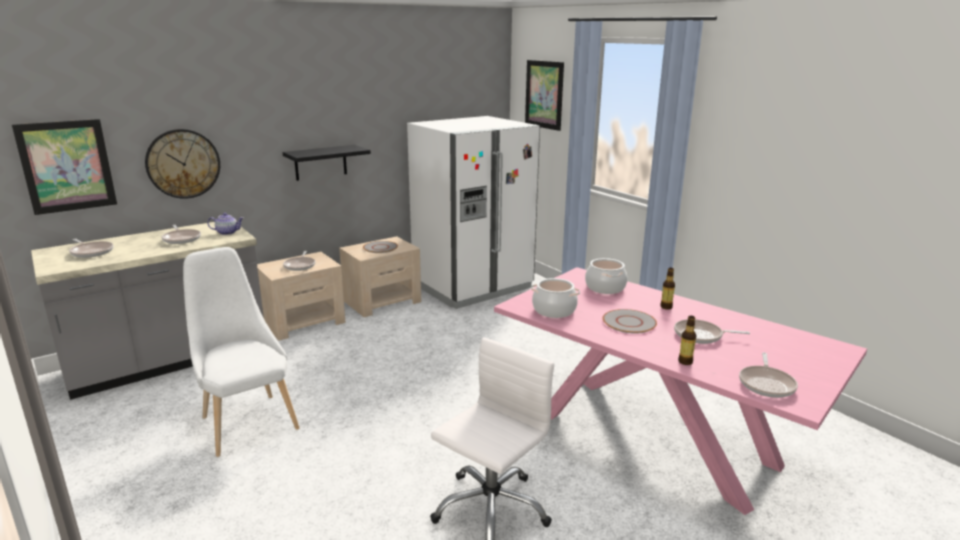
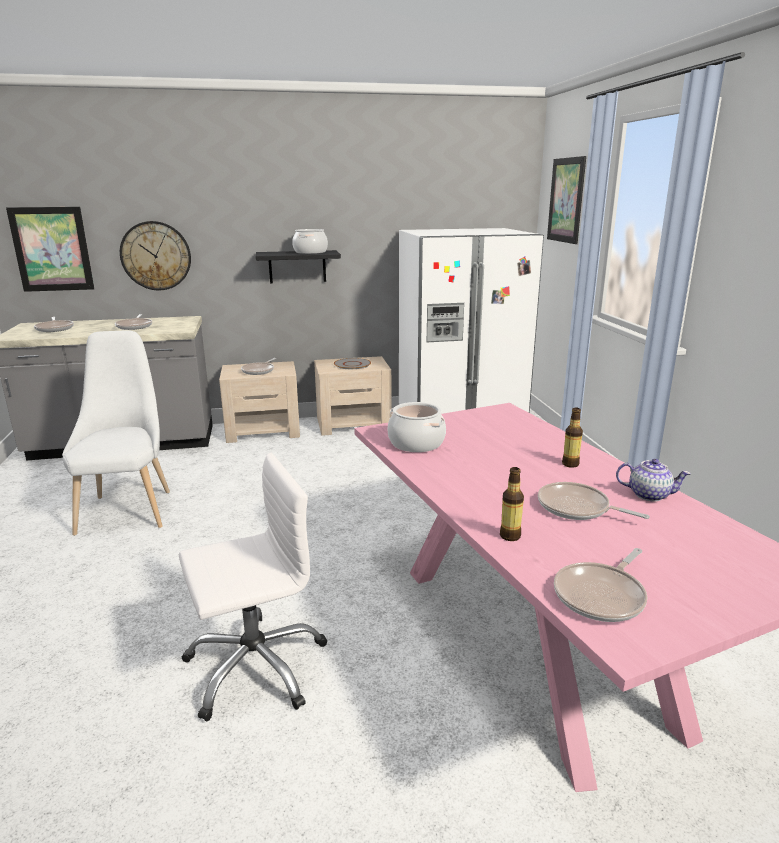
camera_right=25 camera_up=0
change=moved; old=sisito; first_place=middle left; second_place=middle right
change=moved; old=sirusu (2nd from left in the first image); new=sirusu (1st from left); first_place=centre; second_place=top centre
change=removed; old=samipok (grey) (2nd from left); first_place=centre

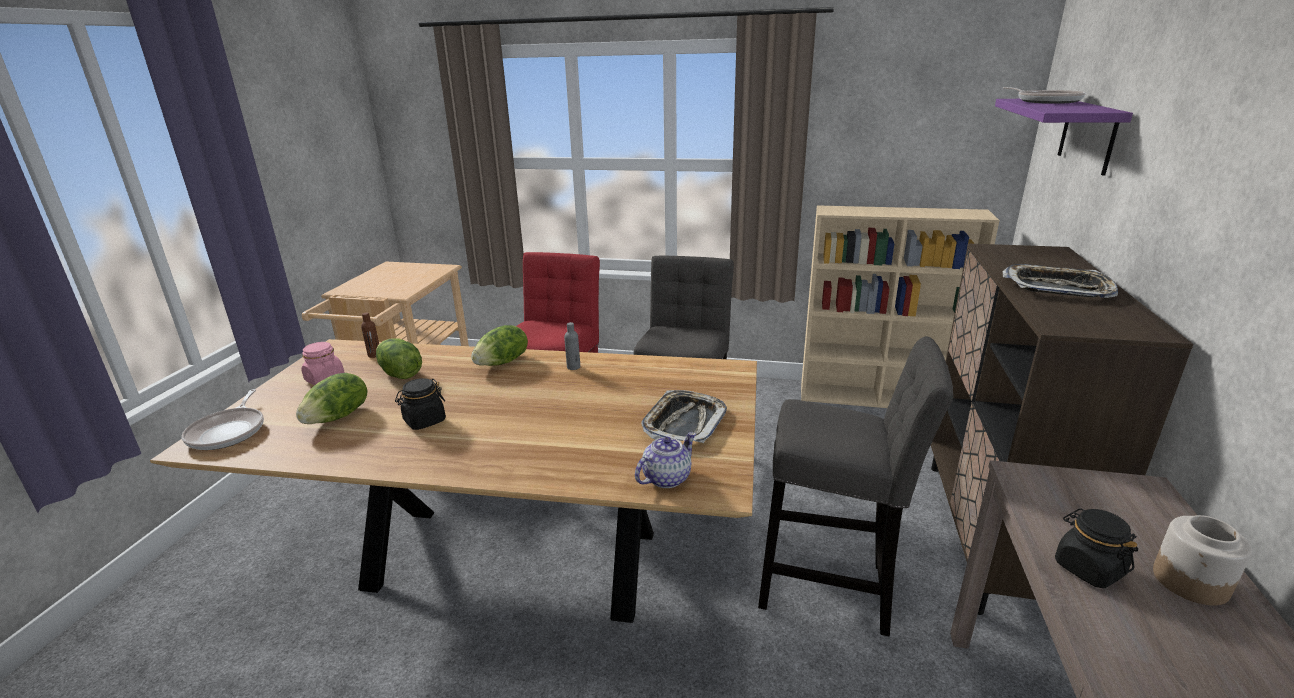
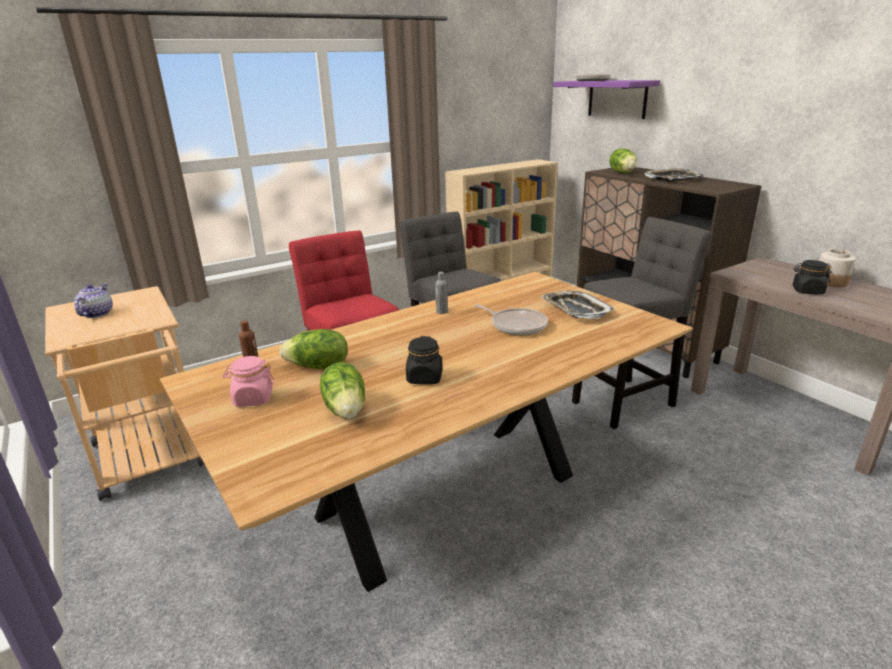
camera_right=-45 camera_up=0
change=moved; old=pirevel (1st from left); first_place=middle left; second_place=centre
change=moved; old=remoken (3rd from left); first_place=centre; second_place=top right
change=moved; old=sisito; first_place=centre; second_place=middle left

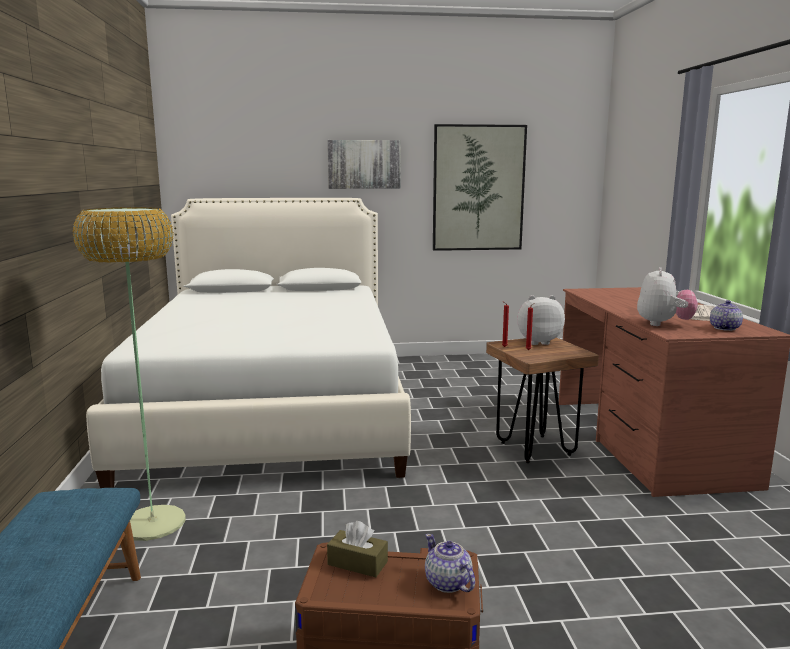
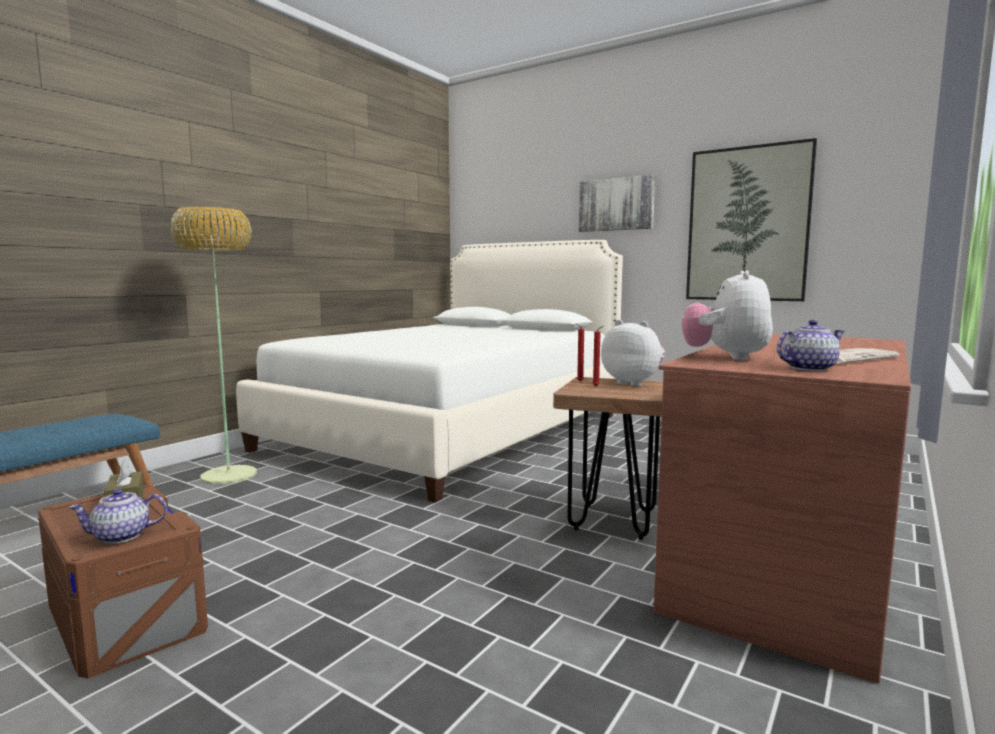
camera_right=40 camera_up=-5
change=turned; old=sisito (1st from left); first_place=bottom centre; second_place=bottom left; degrees=-120
change=turned; old=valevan (2nd from left); first_place=middle right; second_place=middle right; degrees=135

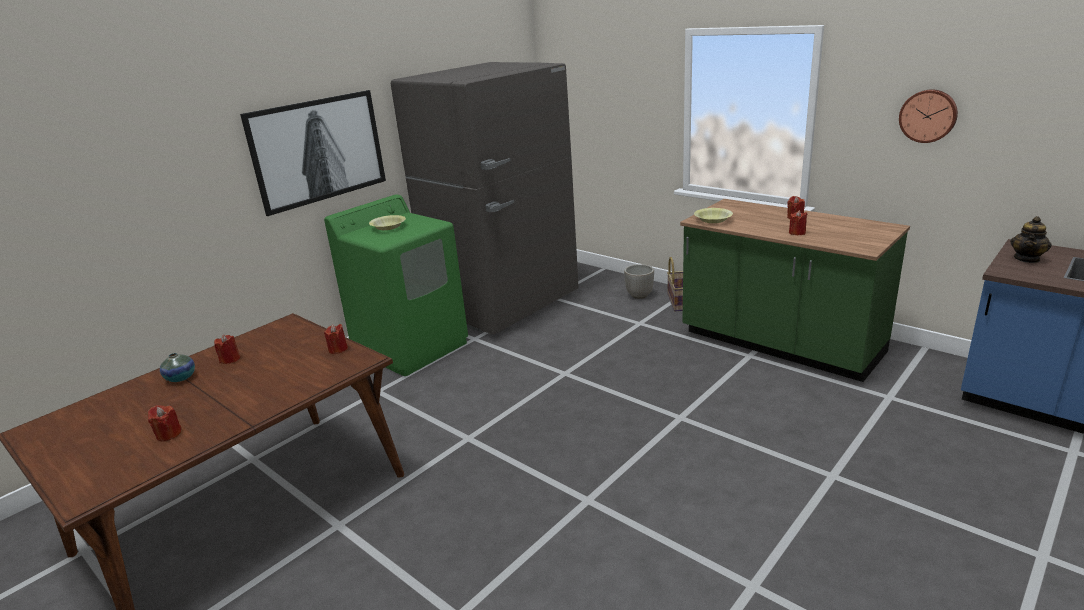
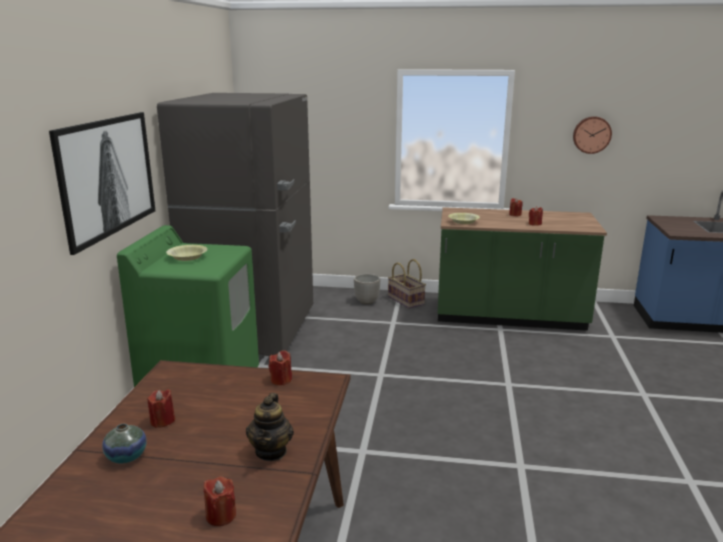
camera_right=-35 camera_up=-5
change=moved; old=sisito; first_place=middle right; second_place=bottom centre

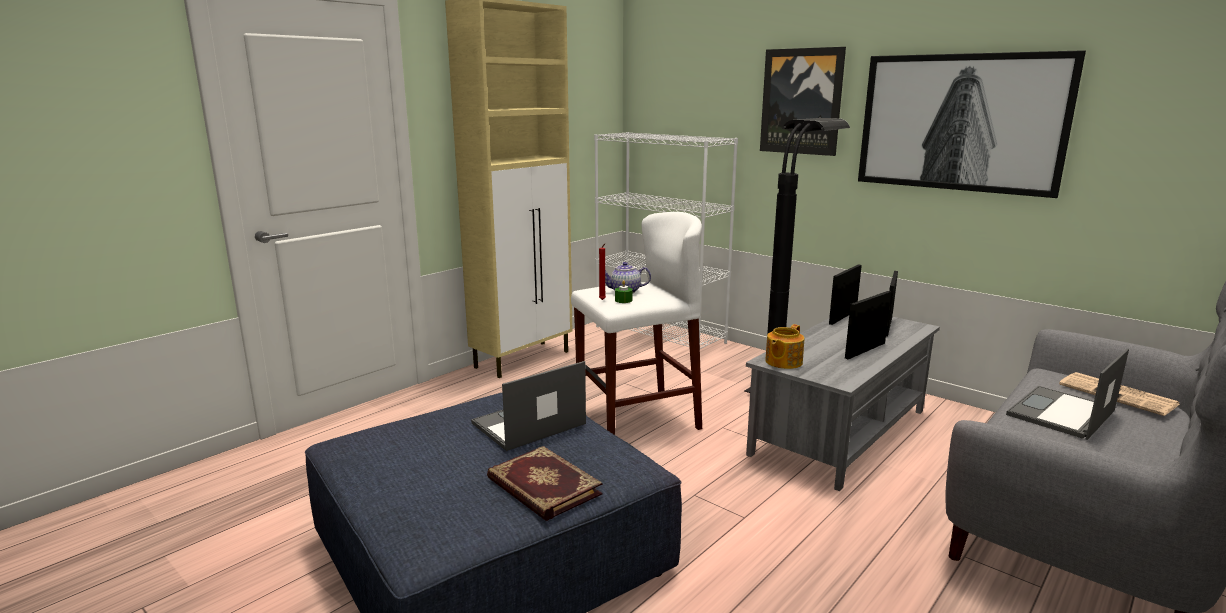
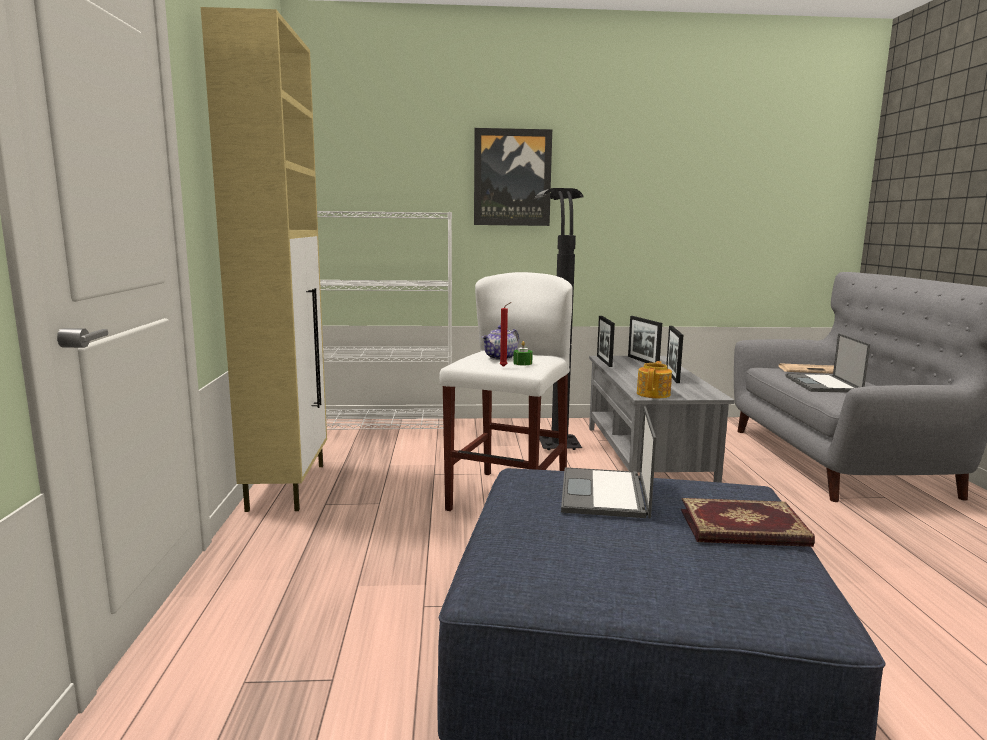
camera_right=-45 camera_up=-5
change=turned; old=sisito (2nd from left); first_place=centre; second_place=centre; degrees=-150
change=removed; old=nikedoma (2nd from left); first_place=top right

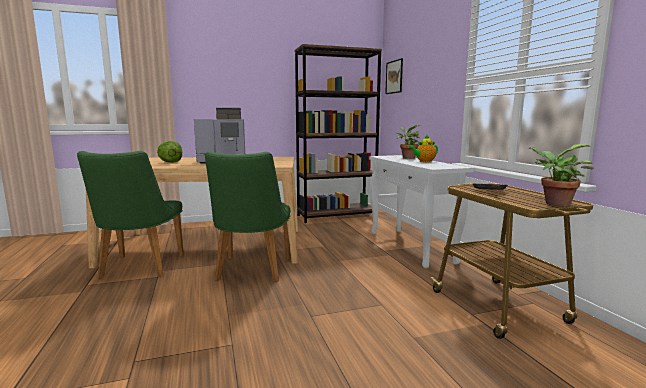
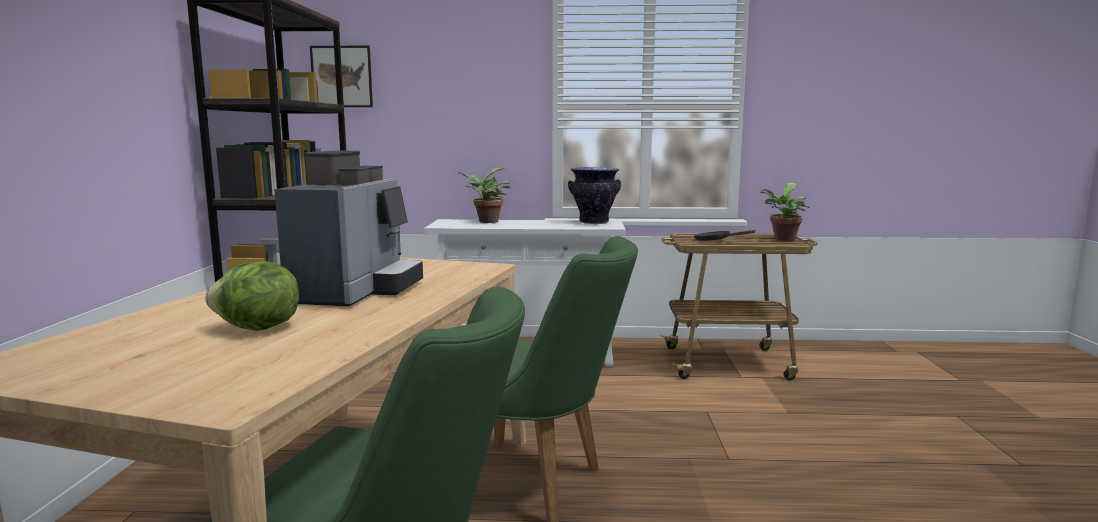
camera_right=-70 camera_up=0
change=removed; old=sisito; first_place=centre
change=added; new=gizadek; second_place=centre

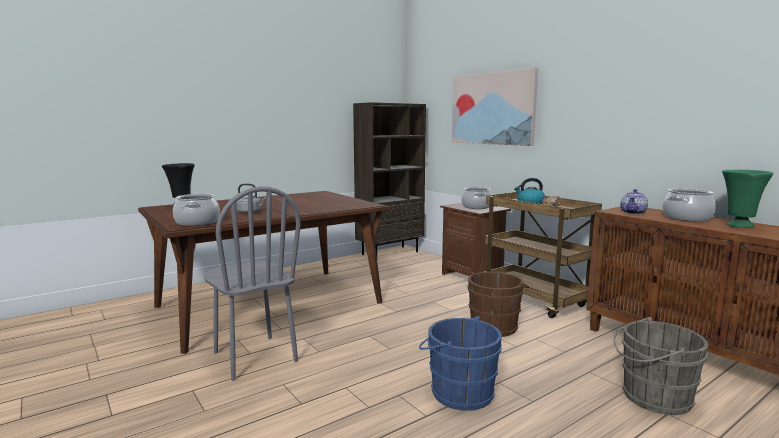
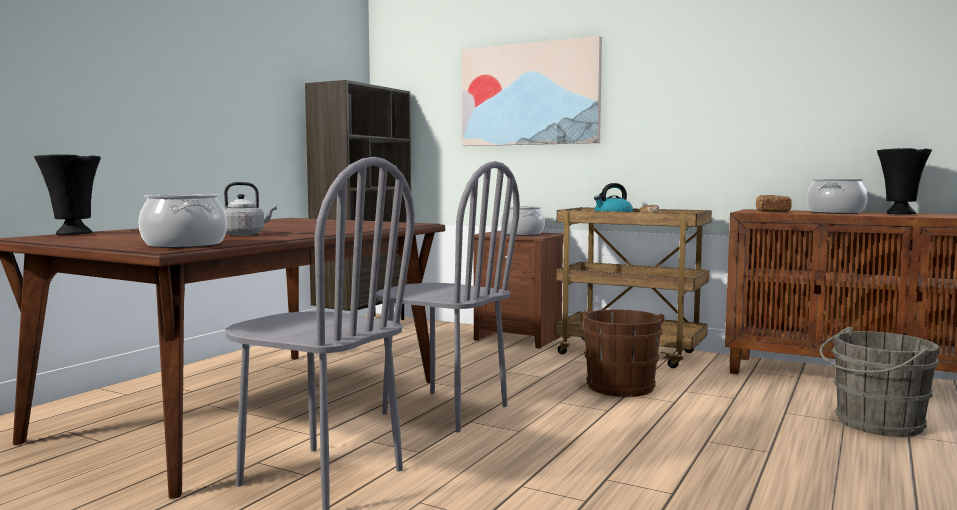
camera_right=-25 camera_up=-5
change=removed; old=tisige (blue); first_place=bottom centre
change=replaced; old=sisito; new=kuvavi (2nd from left); first_place=middle right; second_place=middle right
change=recoloured; old=gizadek (green); new=gizadek (black) (2nd from left); first_place=middle right; second_place=middle right
change=added; new=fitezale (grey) (2nd from left); second_place=centre

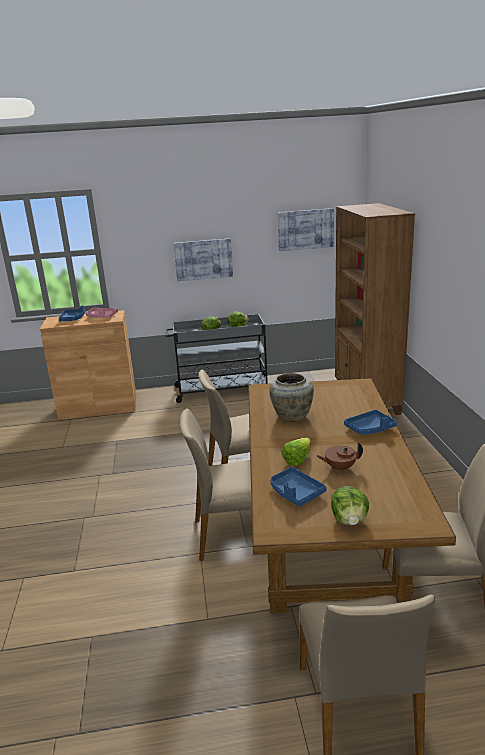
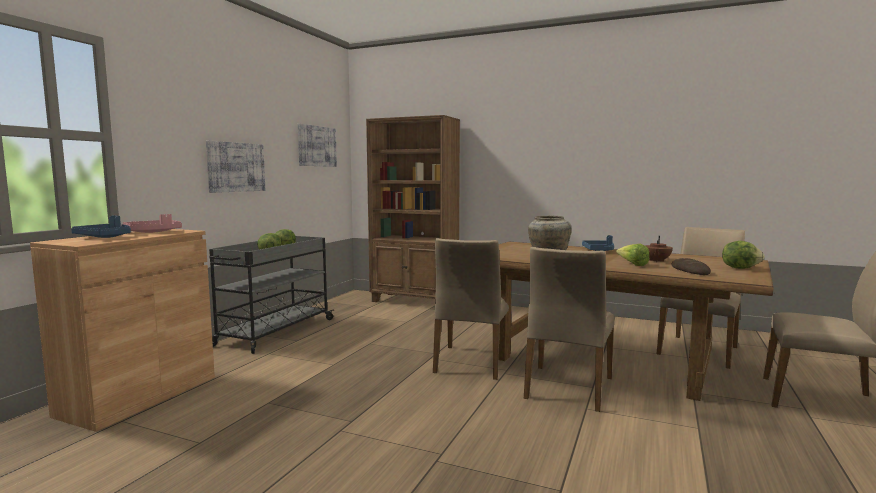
camera_right=-60 camera_up=-15
change=replaced; old=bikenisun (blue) (2nd from left); new=kuvavi; first_place=centre; second_place=middle right

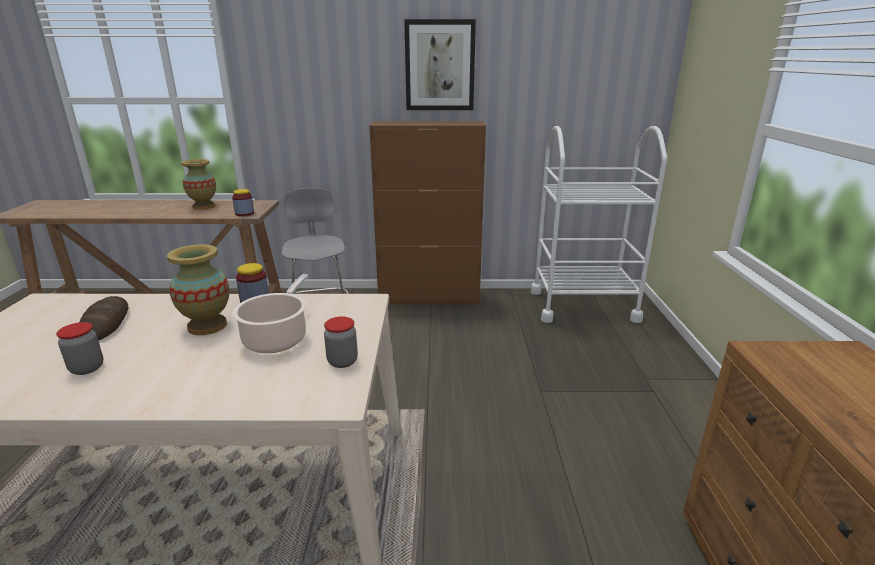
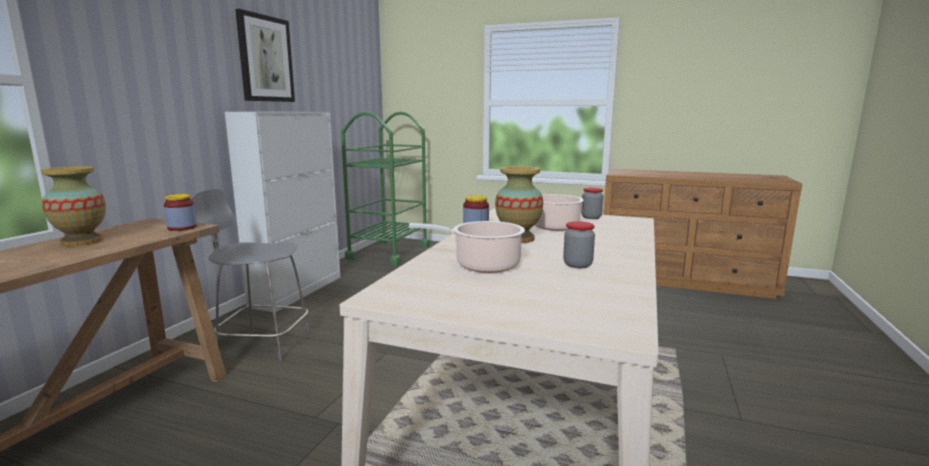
camera_right=-70 camera_up=-10
change=replaced; old=kuvavi; new=sirusu (1st from left); first_place=middle left; second_place=centre
change=recoloured; old=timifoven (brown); new=timifoven (white); first_place=centre; second_place=middle left
change=recoloured; old=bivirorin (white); new=bivirorin (green); first_place=middle right; second_place=centre

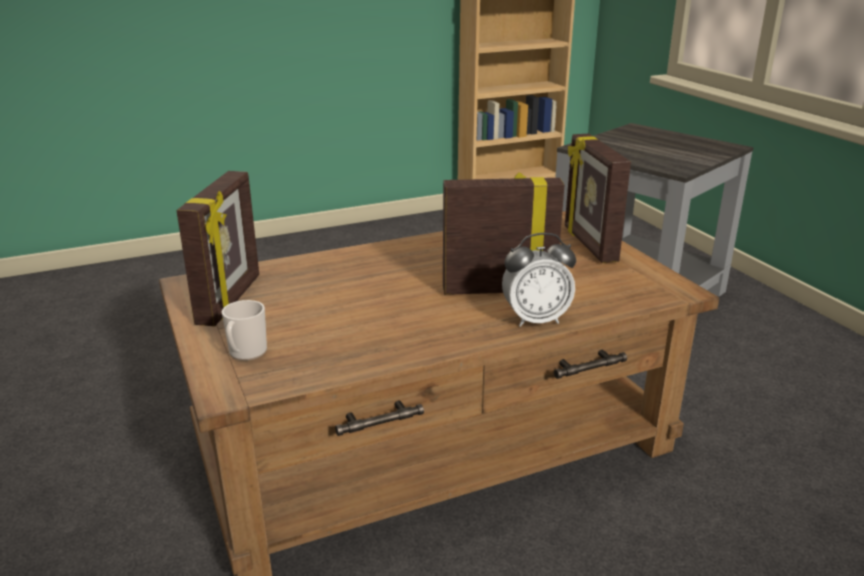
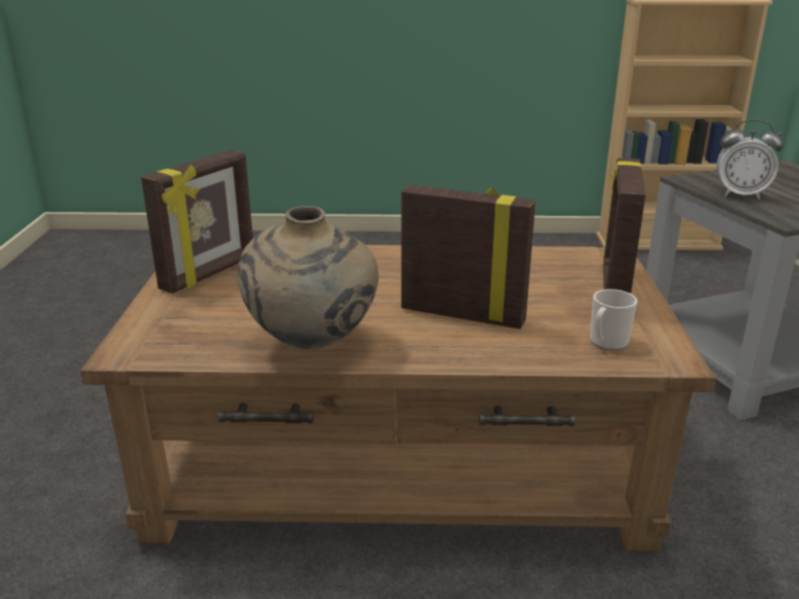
camera_right=25 camera_up=0
change=moved; old=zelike; first_place=middle left; second_place=middle right
change=moved; old=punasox; first_place=centre; second_place=top right
change=added; new=gizadek (beige); second_place=centre

